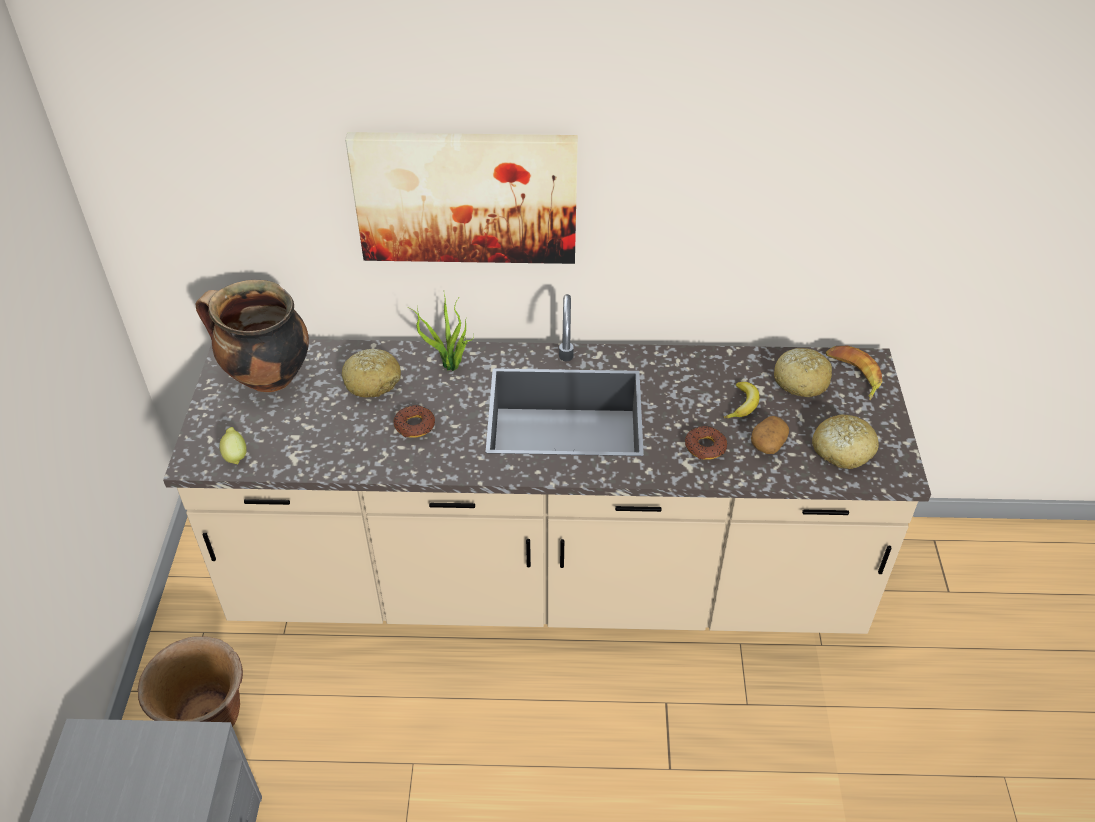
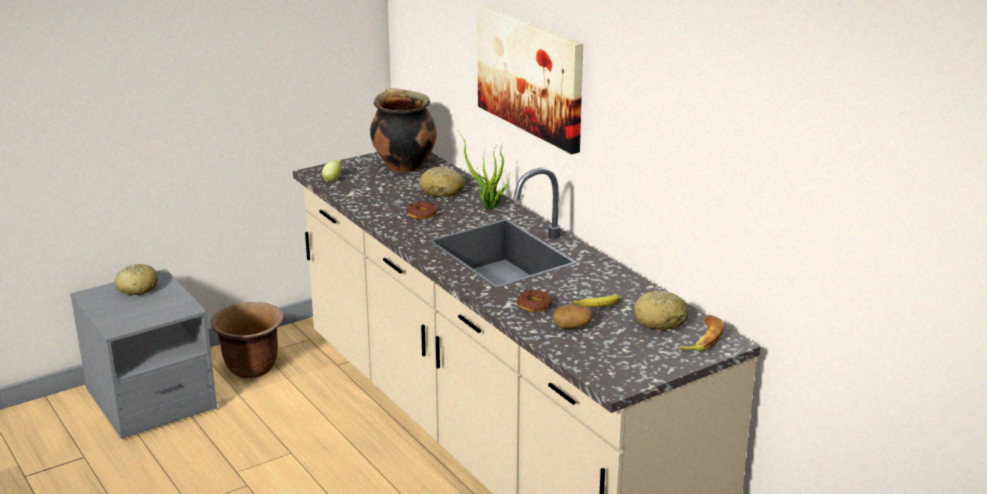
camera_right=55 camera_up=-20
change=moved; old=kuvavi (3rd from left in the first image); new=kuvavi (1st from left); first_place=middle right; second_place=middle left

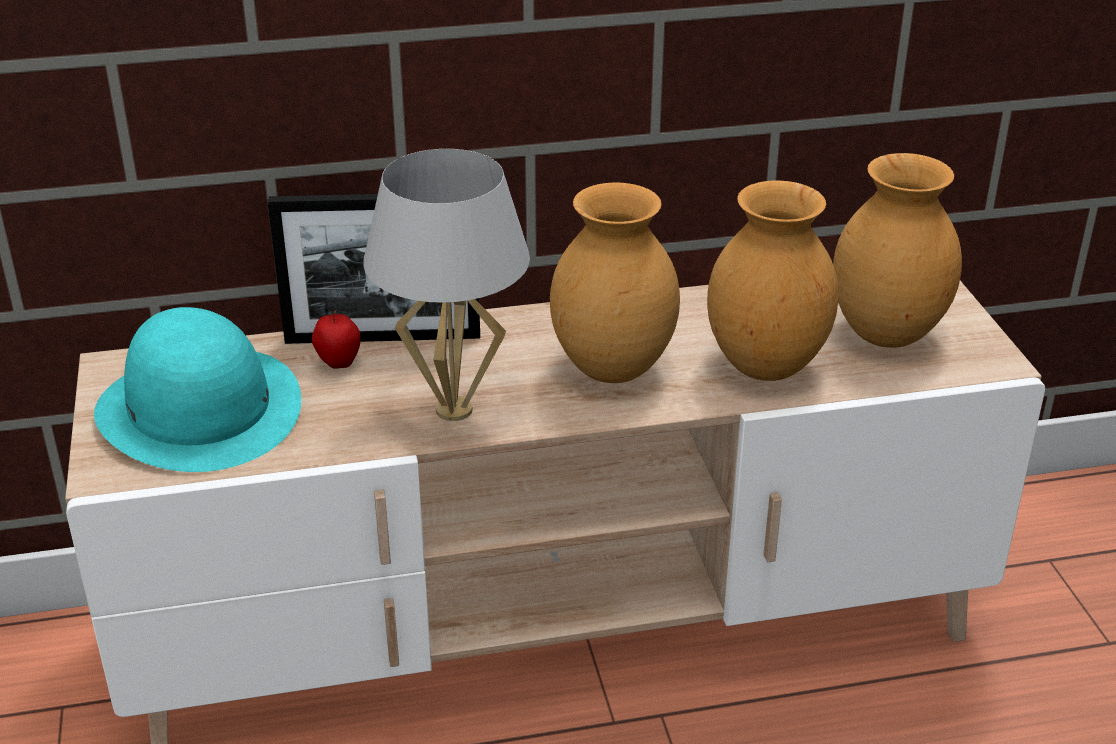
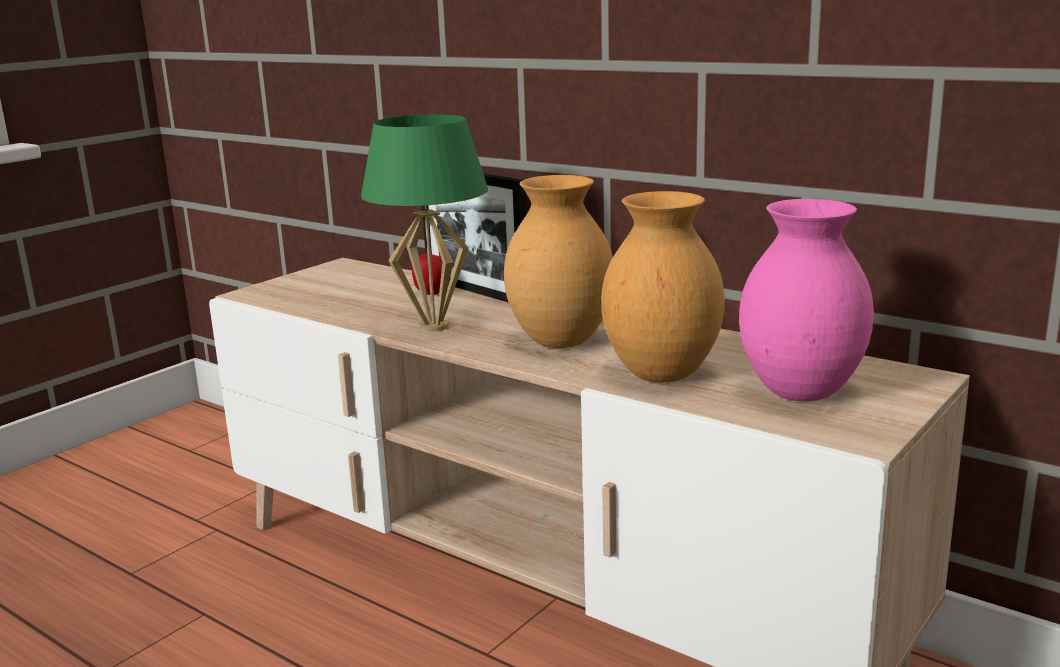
camera_right=50 camera_up=-15
change=removed; old=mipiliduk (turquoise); first_place=middle left
change=recoloured; old=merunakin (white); new=merunakin (green); first_place=centre; second_place=centre
change=recoloured; old=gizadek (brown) (3rd from left); new=gizadek (pink); first_place=middle right; second_place=middle right

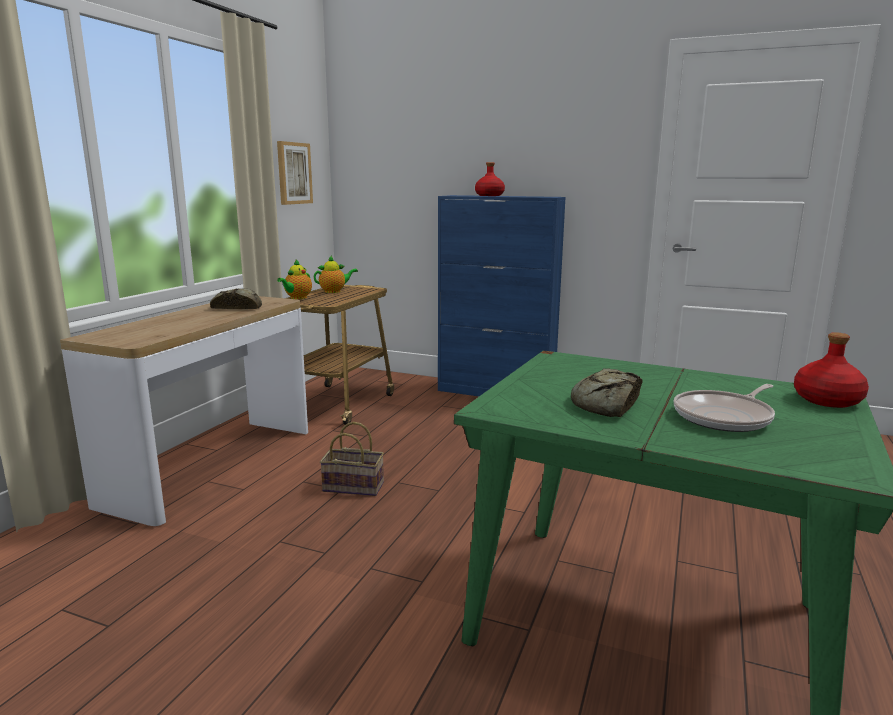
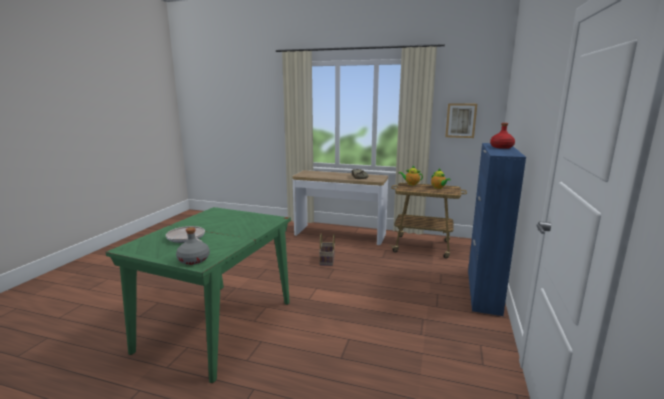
camera_right=85 camera_up=0
change=removed; old=kuvavi (2nd from left); first_place=middle right
change=recoloured; old=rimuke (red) (2nd from left); new=rimuke (grey); first_place=middle right; second_place=middle left

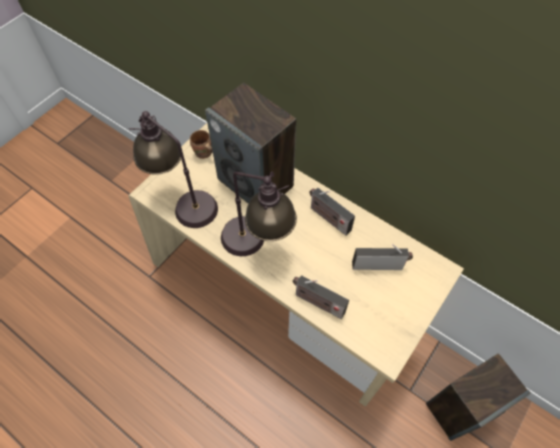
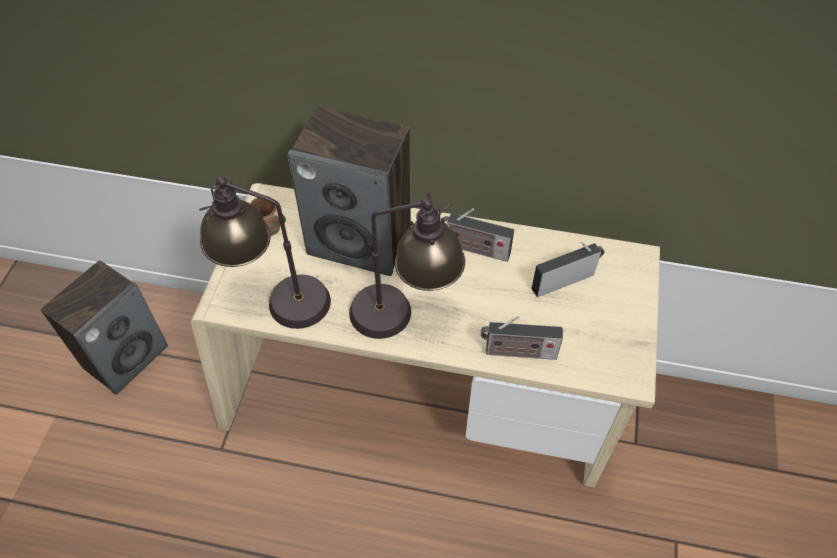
camera_right=-25 camera_up=-5
change=moved; old=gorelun (2nd from left in the first image); new=gorelun (1st from left); first_place=bottom right; second_place=middle left

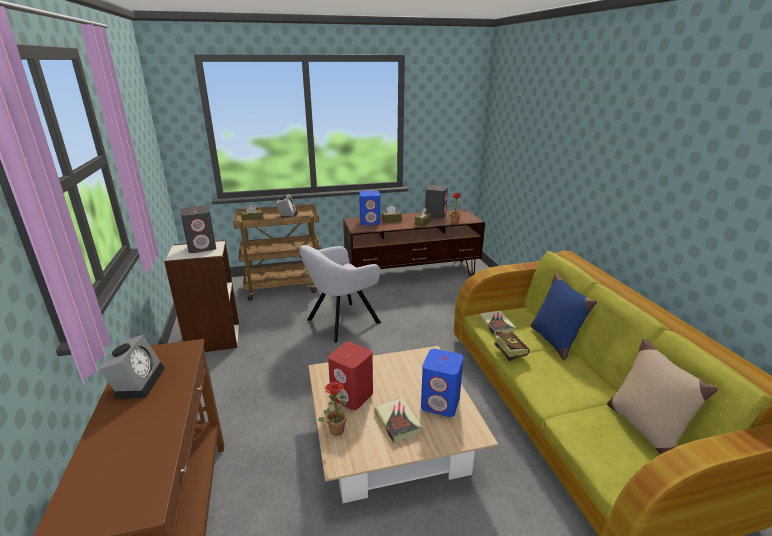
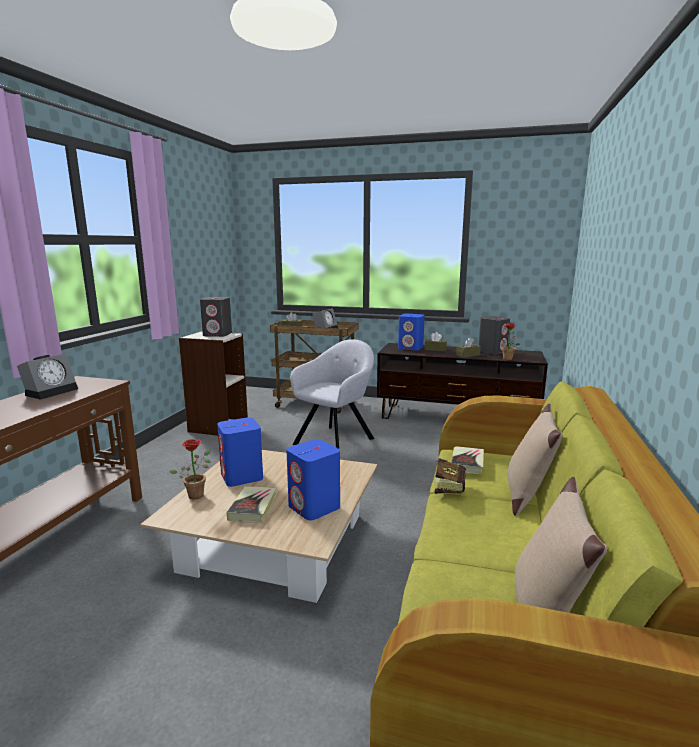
camera_right=30 camera_up=-10
change=turned; old=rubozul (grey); first_place=centre; second_place=centre; degrees=135
change=recoloured; old=gorelun (red); new=gorelun (blue) (1st from left); first_place=bottom centre; second_place=centre
change=recoloured; old=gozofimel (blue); new=gozofimel (beige) (1st from left); first_place=middle right; second_place=middle right

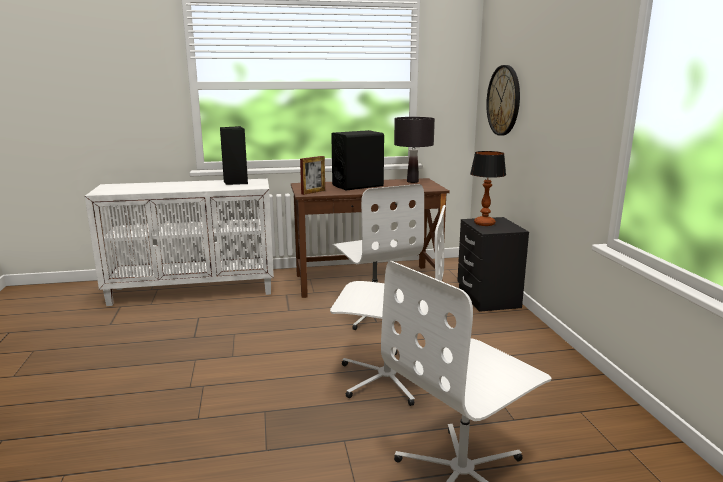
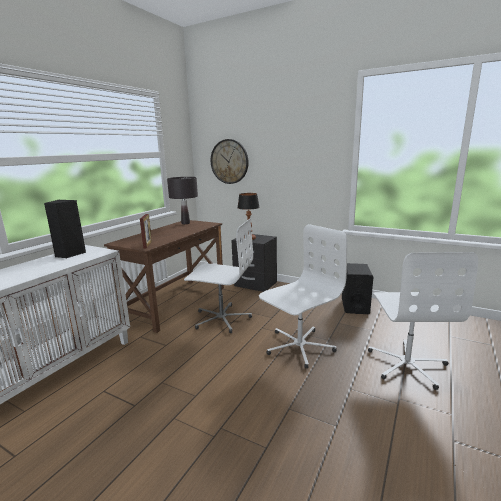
camera_right=-50 camera_up=0
change=moved; old=gorelun (black) (2nd from left); first_place=top centre; second_place=middle right

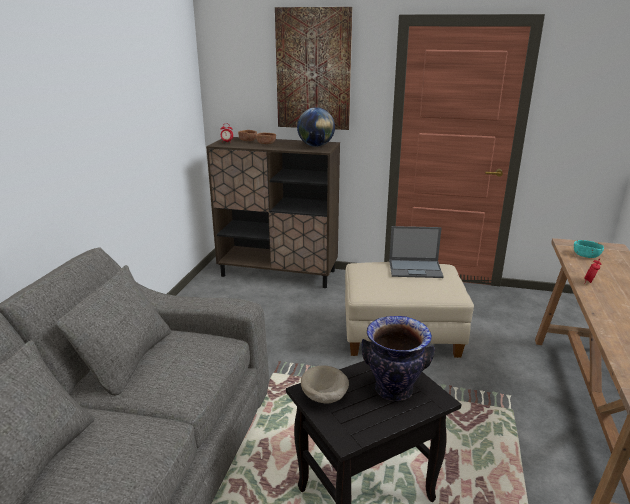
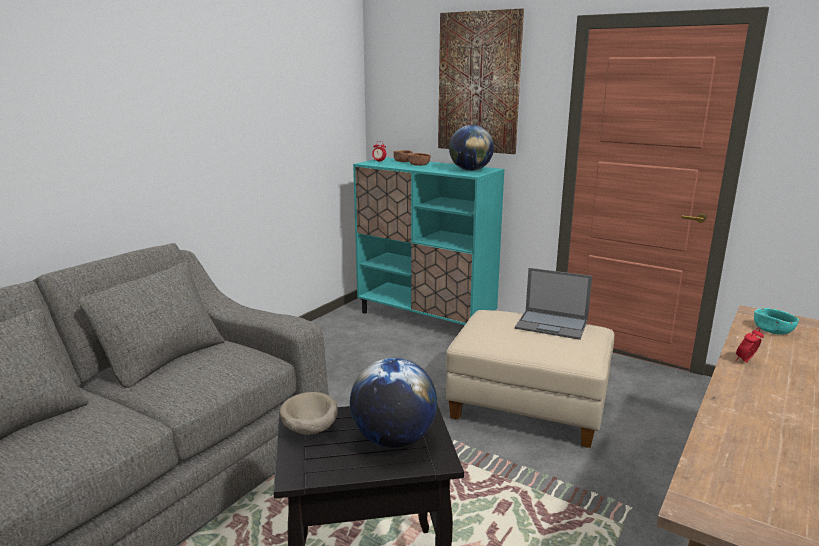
camera_right=20 camera_up=-5
change=recoloured; old=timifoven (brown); new=timifoven (turquoise); first_place=centre; second_place=centre
change=replaced; old=gizadek; new=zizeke (1st from left); first_place=bottom centre; second_place=bottom centre

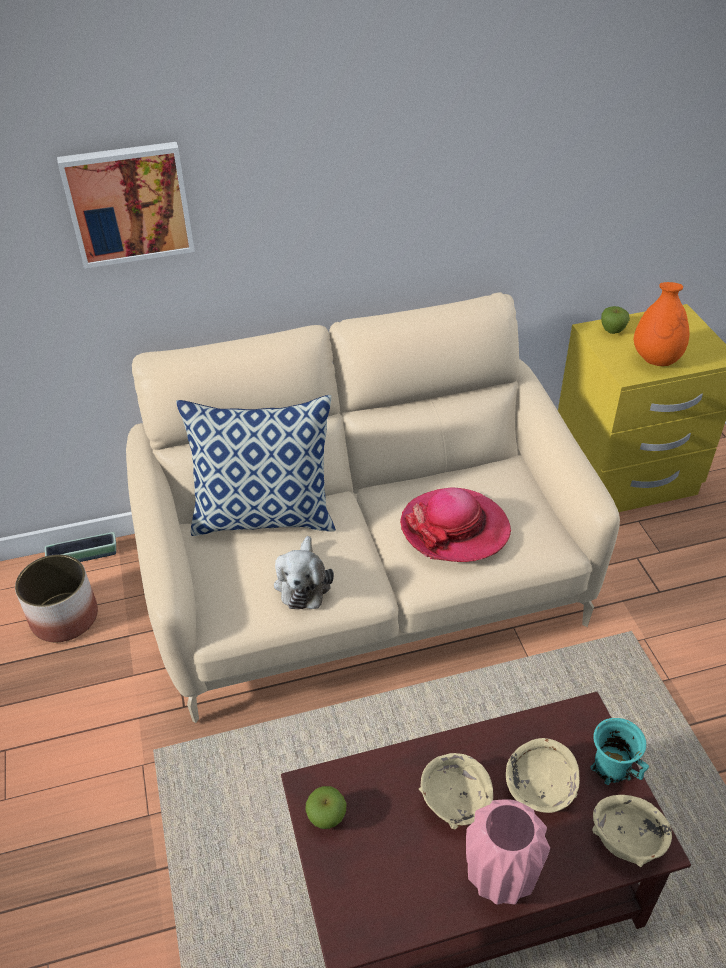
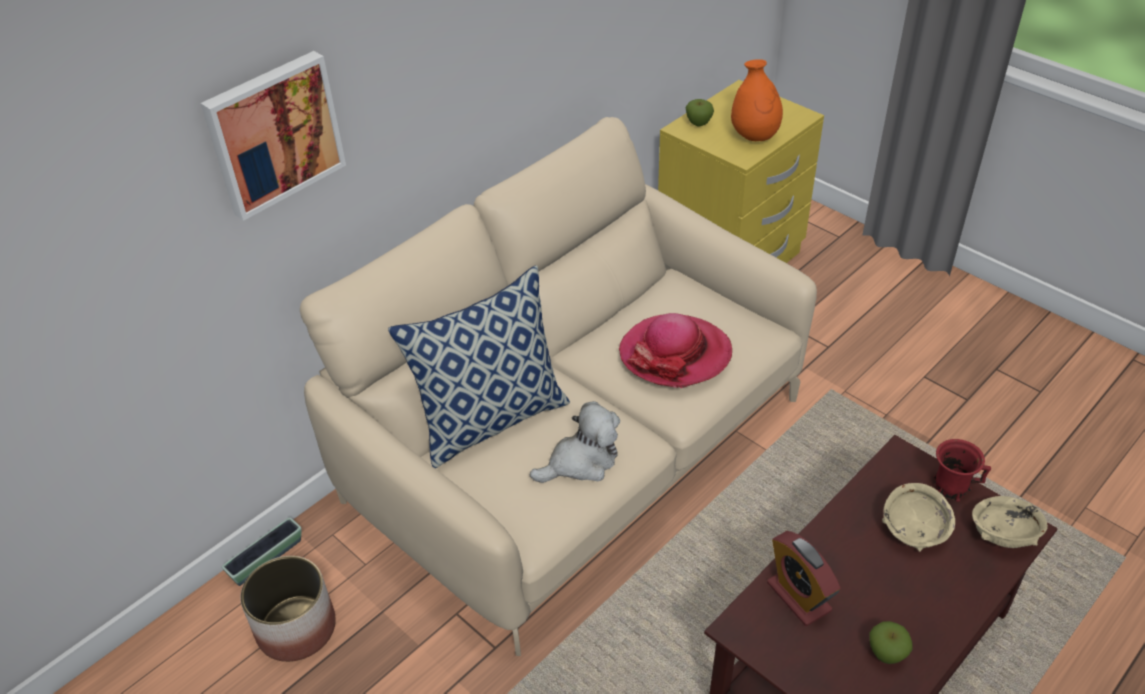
camera_right=-30 camera_up=0
change=turned; old=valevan; first_place=centre; second_place=centre; degrees=-90
change=moved; old=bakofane (1st from left in the first image); new=bakofane (2nd from left); first_place=bottom centre; second_place=bottom right
change=removed; old=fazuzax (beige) (1st from left); first_place=bottom centre
change=removed; old=gizadek (pink); first_place=bottom right
change=recoloured; old=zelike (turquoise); new=zelike (red); first_place=bottom right; second_place=bottom right
change=added; new=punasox; second_place=bottom right

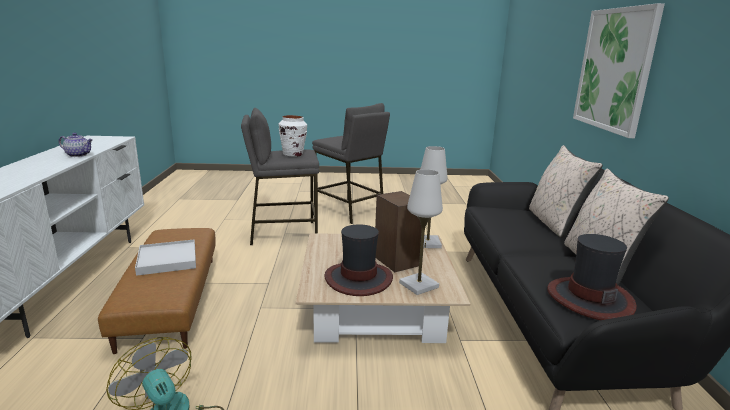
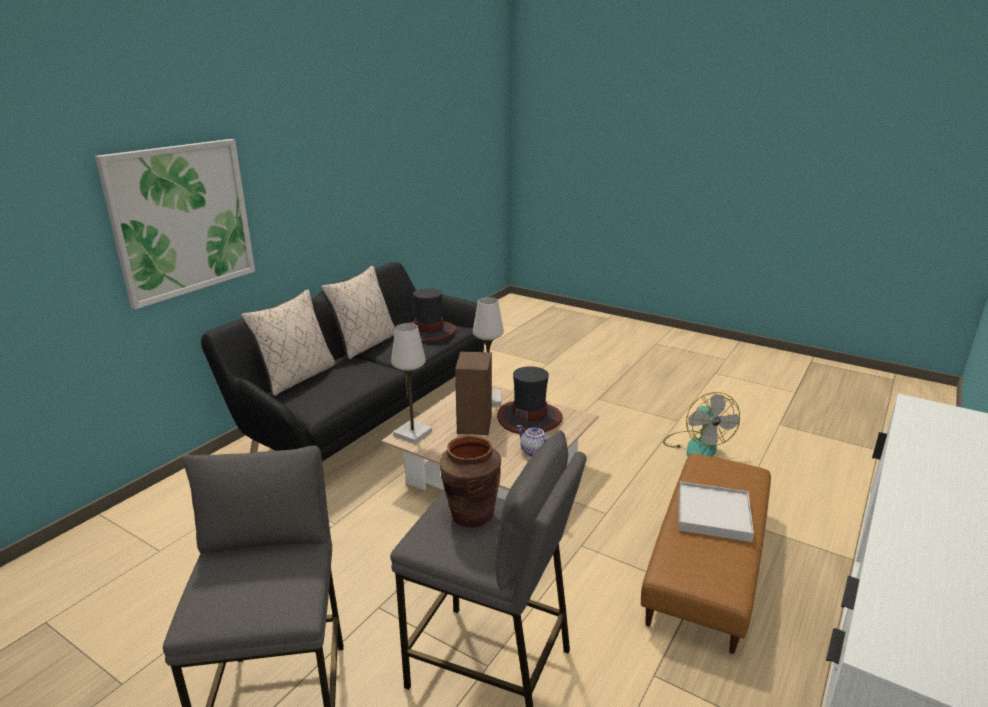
camera_right=-145 camera_up=5
change=moved; old=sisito; first_place=middle left; second_place=centre
change=recoloured; old=gizadek (white); new=gizadek (brown); first_place=top centre; second_place=bottom centre

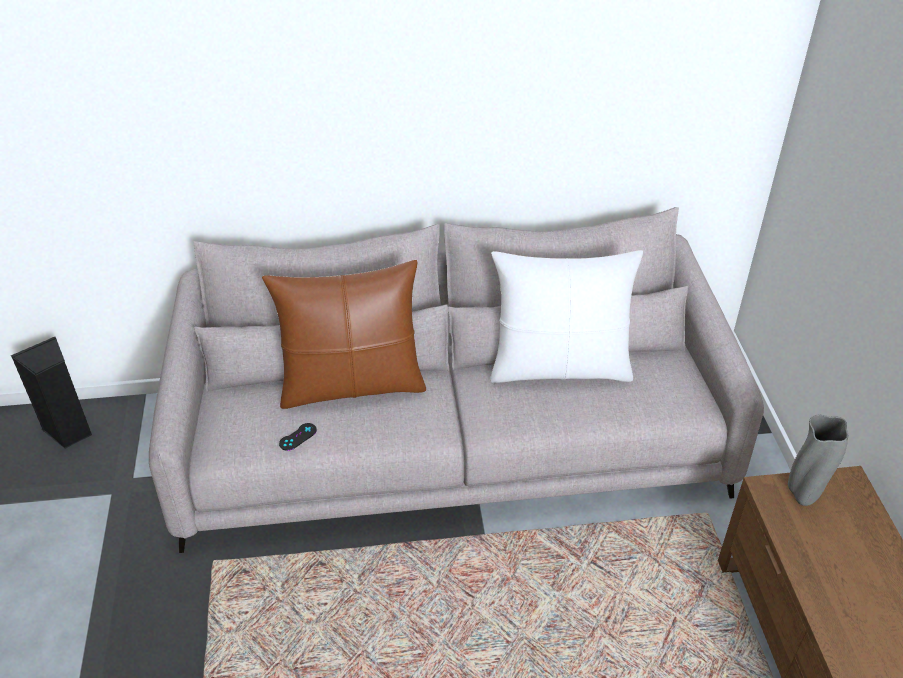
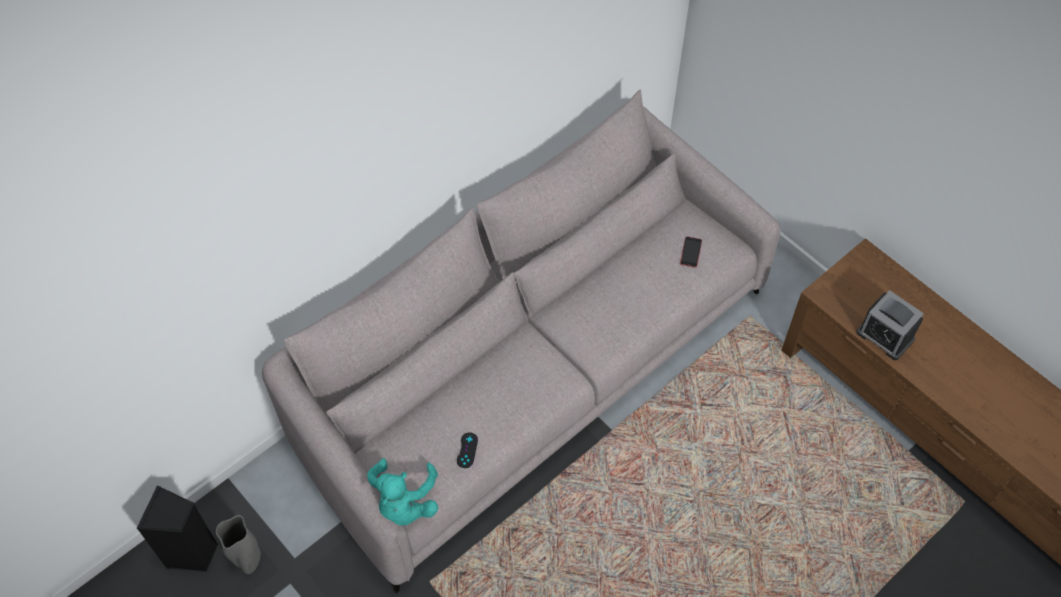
camera_right=-35 camera_up=15
change=removed; old=gozofimel (brown); first_place=centre
change=removed; old=gozofimel (white); first_place=centre
change=moved; old=gizadek (grey); first_place=bottom right; second_place=bottom left
change=added; new=valevan (turquoise); second_place=bottom centre
change=added; new=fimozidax; second_place=centre
change=added; new=punasox; second_place=middle right

